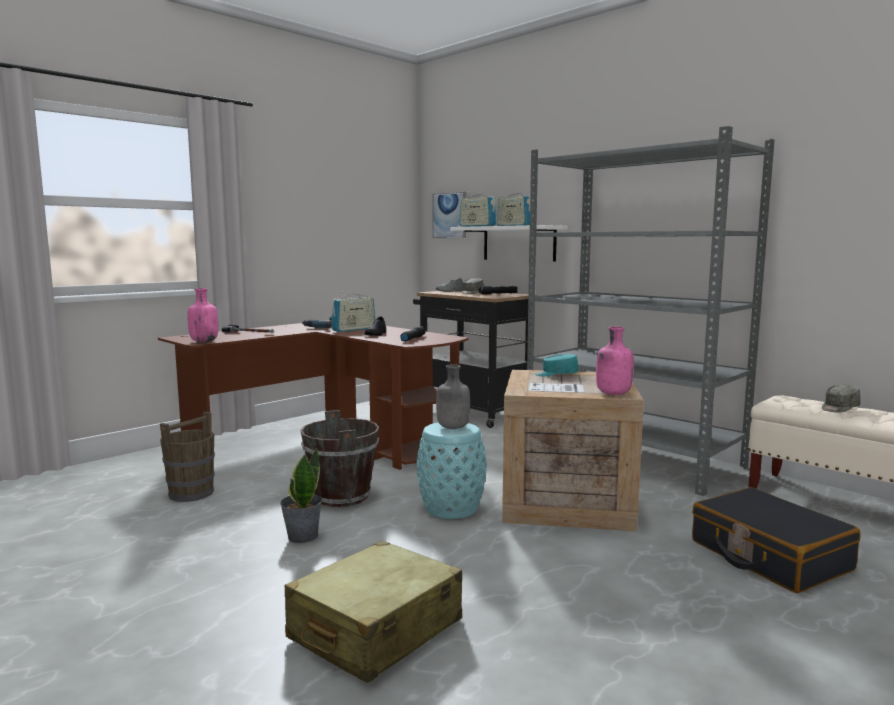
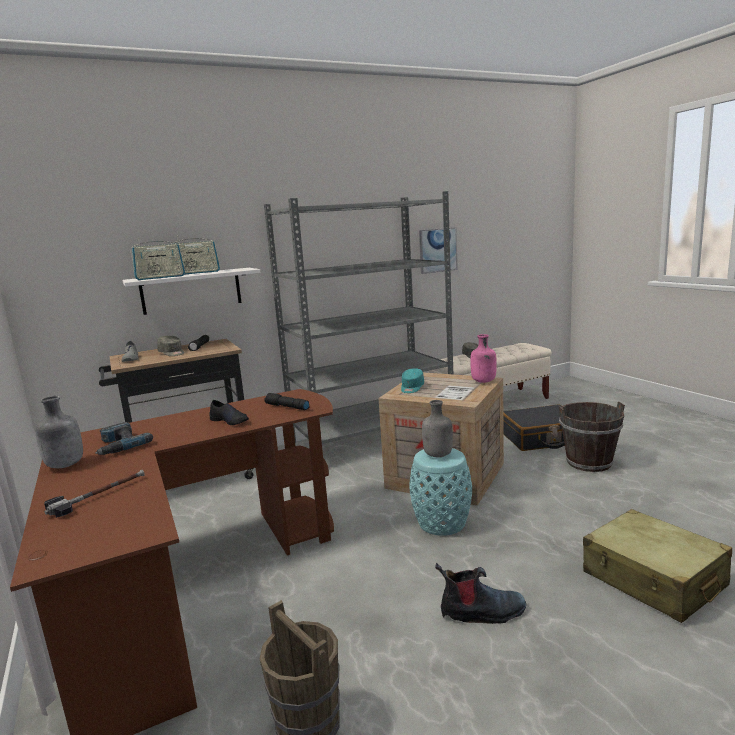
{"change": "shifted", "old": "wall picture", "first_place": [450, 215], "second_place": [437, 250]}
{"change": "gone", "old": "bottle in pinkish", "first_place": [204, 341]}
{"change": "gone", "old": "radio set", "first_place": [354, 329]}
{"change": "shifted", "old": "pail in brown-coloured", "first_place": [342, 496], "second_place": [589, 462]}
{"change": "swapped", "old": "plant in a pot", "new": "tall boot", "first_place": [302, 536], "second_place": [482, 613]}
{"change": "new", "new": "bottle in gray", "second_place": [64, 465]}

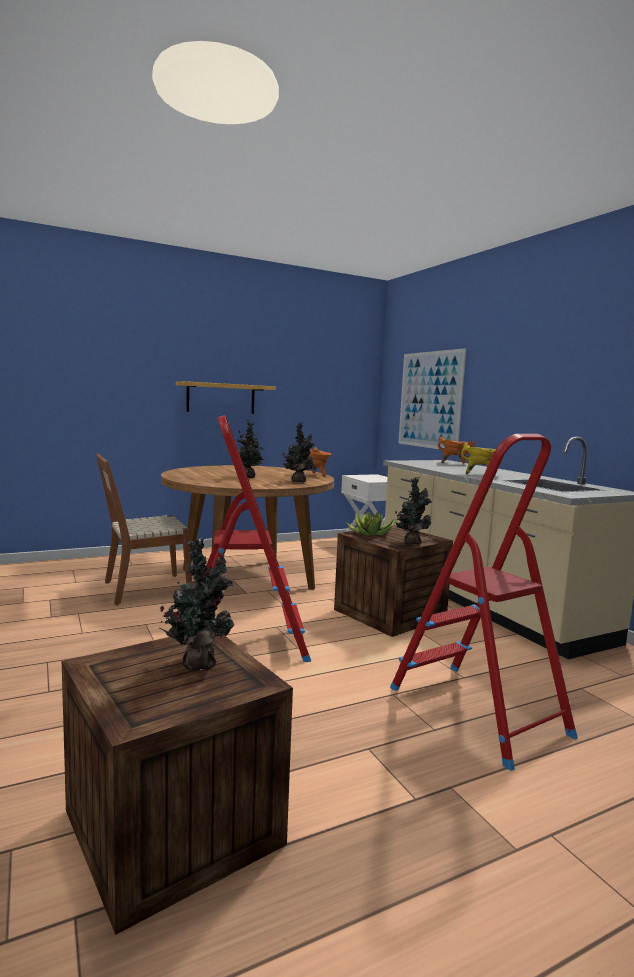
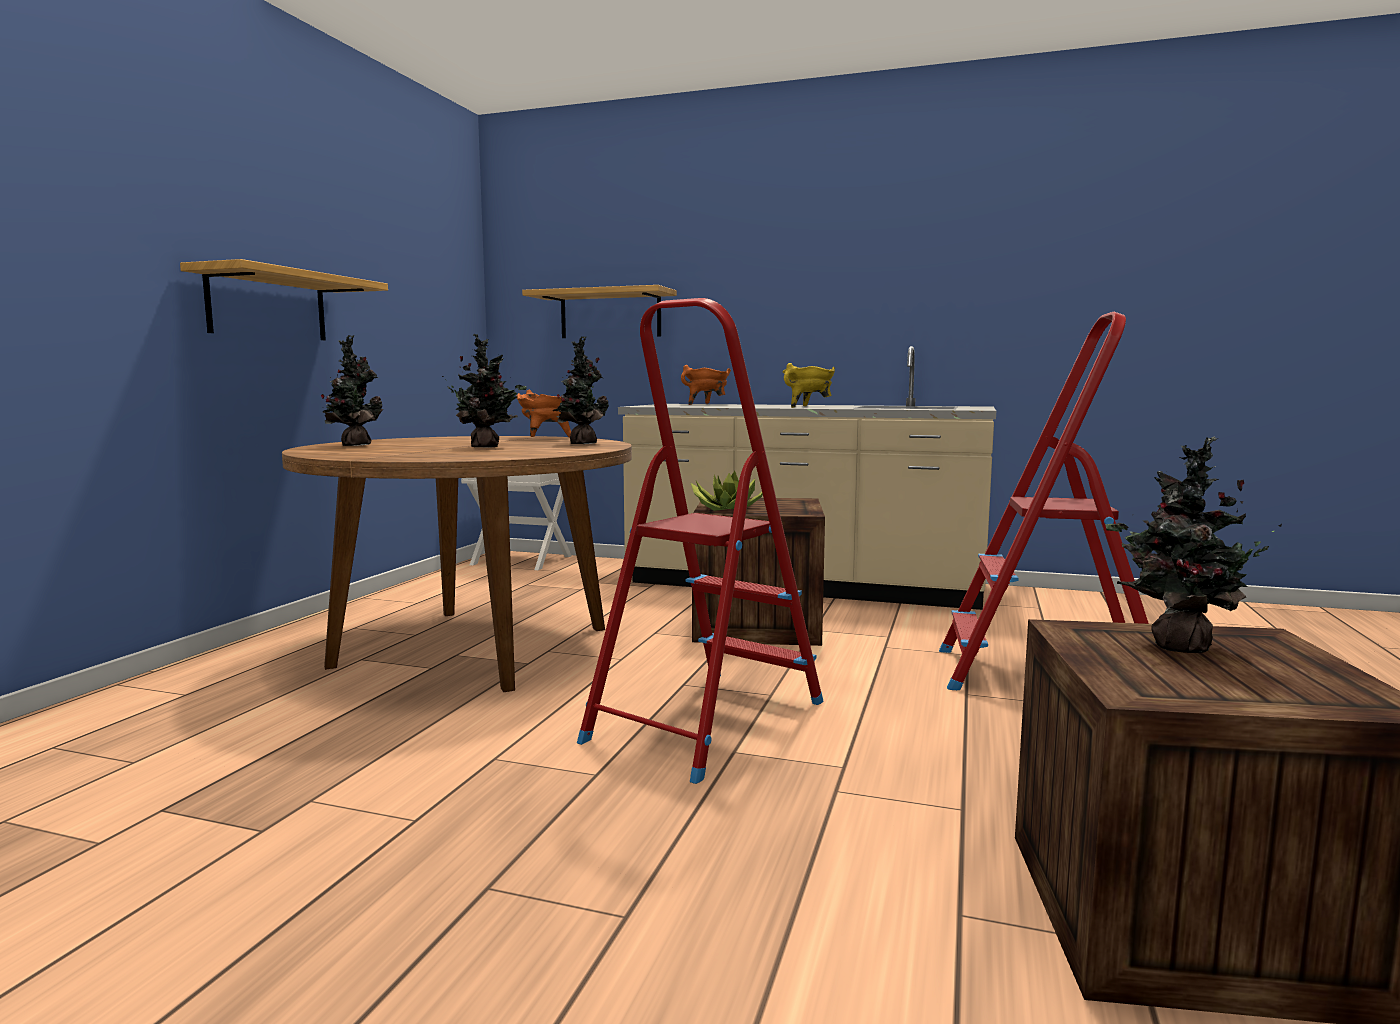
{"change": "swapped", "old": "wall picture", "new": "shelf", "first_place": [429, 400], "second_place": [610, 315]}
{"change": "gone", "old": "plain chair", "first_place": [142, 589]}
{"change": "shifted", "old": "plant in a pot", "first_place": [411, 542], "second_place": [354, 445]}

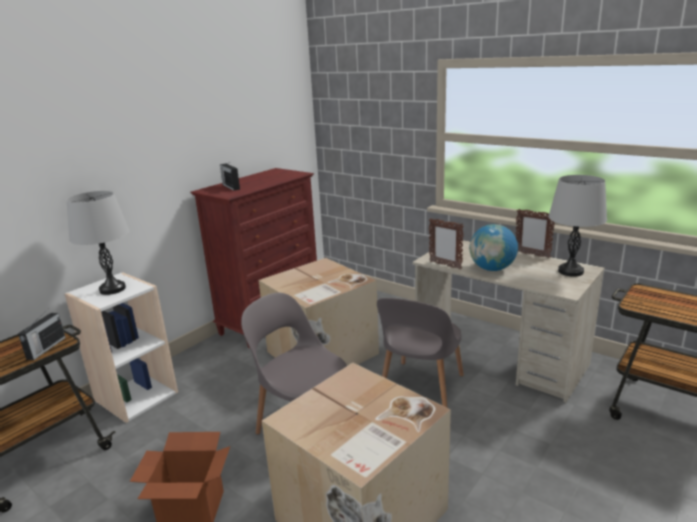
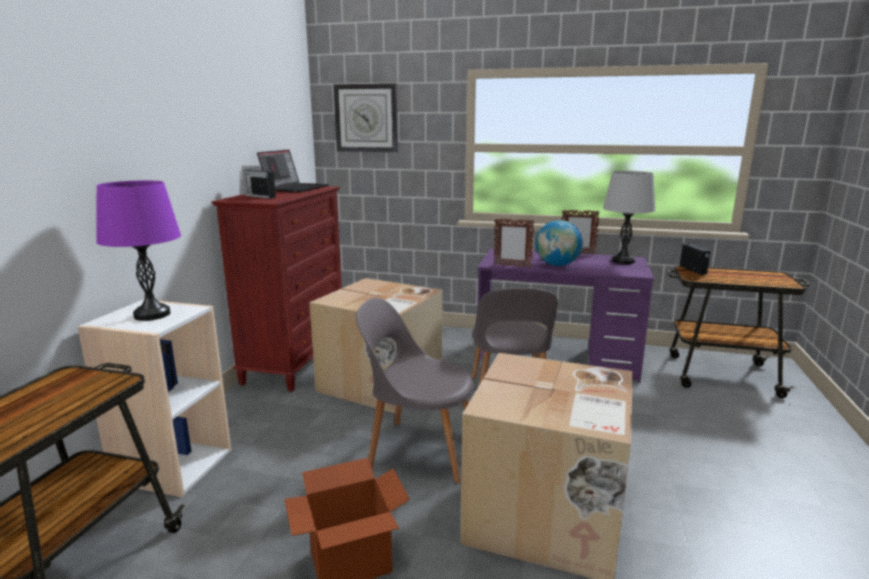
{"change": "repainted", "old": "lamp for a table in gray", "new": "lamp for a table in purple", "first_place": [112, 289], "second_place": [152, 315]}
{"change": "repainted", "old": "desk table in sand-coloured", "new": "desk table in purple", "first_place": [499, 358], "second_place": [557, 359]}
{"change": "shifted", "old": "radio set", "first_place": [45, 348], "second_place": [693, 270]}
{"change": "new", "new": "wall clock", "second_place": [366, 118]}
{"change": "new", "new": "portable computer", "second_place": [295, 188]}

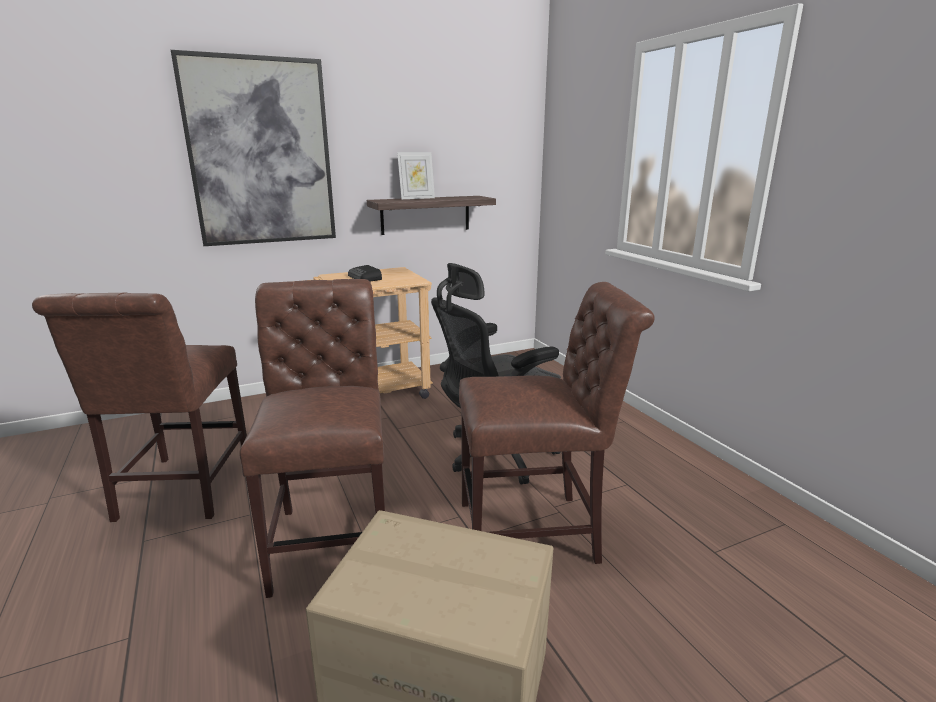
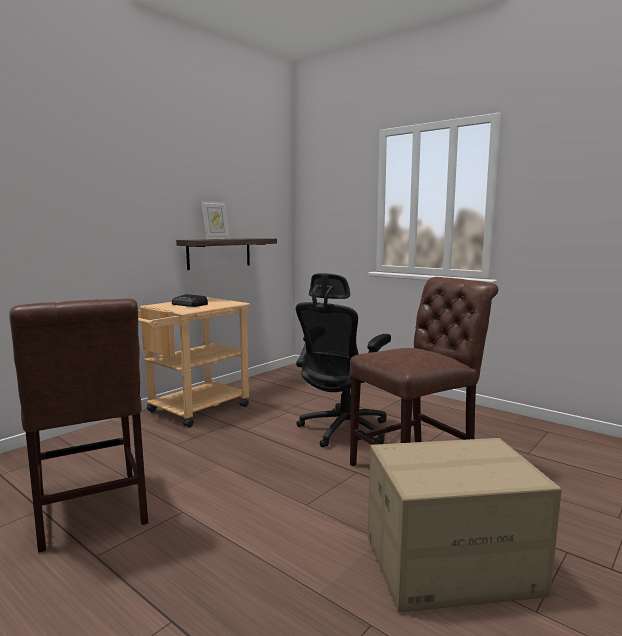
{"change": "gone", "old": "wall picture", "first_place": [261, 153]}
{"change": "gone", "old": "plain chair in brown-coloured", "first_place": [334, 537]}

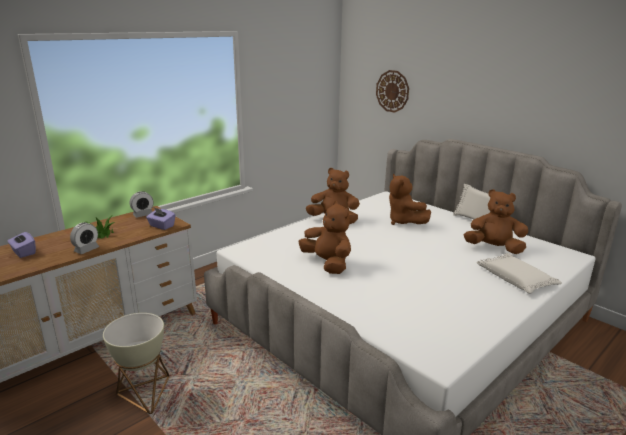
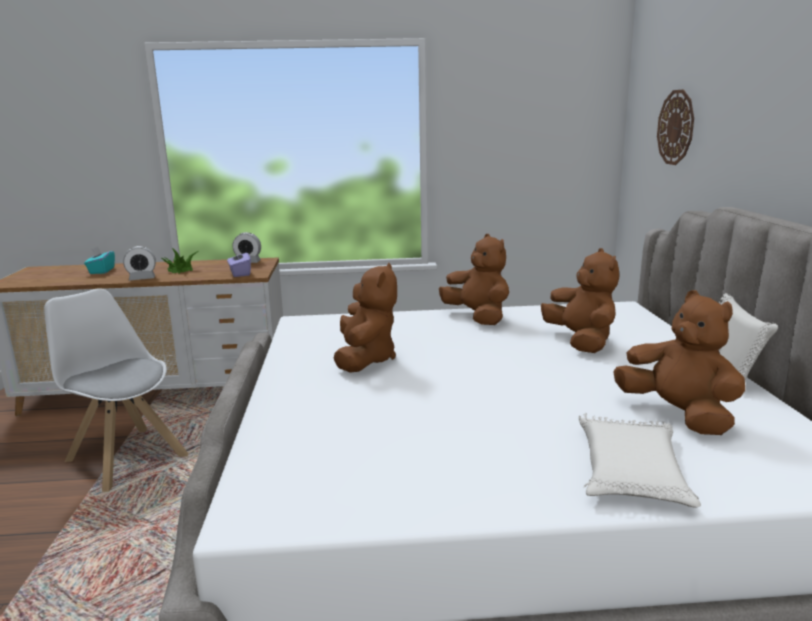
{"change": "rotated", "old": "cuddly toy in brown-coloured", "first_place": [404, 222], "second_place": [581, 342], "degrees": 150}
{"change": "repainted", "old": "box of tissues in purple", "new": "box of tissues in turquoise", "first_place": [23, 252], "second_place": [101, 271]}
{"change": "swapped", "old": "planter", "new": "plain chair", "first_place": [144, 394], "second_place": [125, 456]}

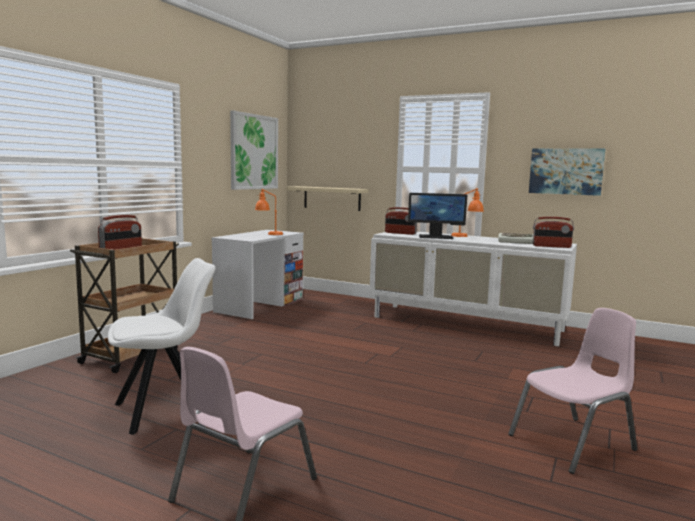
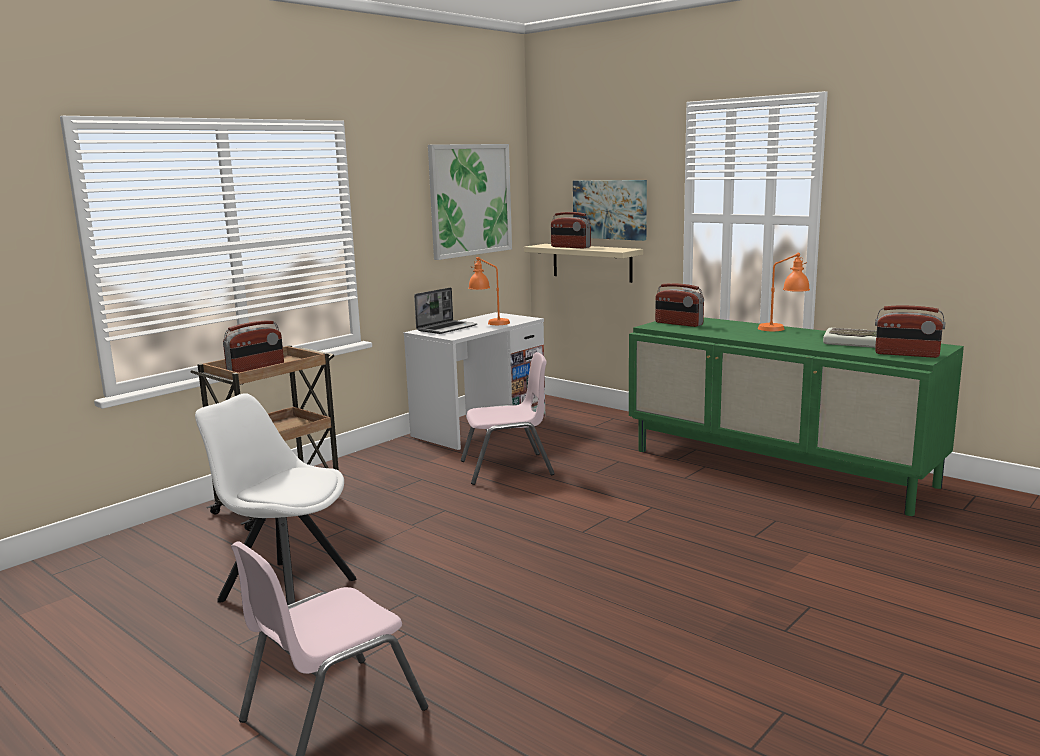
{"change": "shifted", "old": "wall picture", "first_place": [566, 171], "second_place": [610, 209]}
{"change": "gone", "old": "computer display", "first_place": [436, 237]}
{"change": "repainted", "old": "cabinet in whitish", "new": "cabinet in greenish", "first_place": [466, 324], "second_place": [777, 469]}
{"change": "rotated", "old": "plain chair in whitish", "first_place": [164, 410], "second_place": [286, 590], "degrees": -135}
{"change": "shifted", "old": "plain chair in pinkish", "first_place": [573, 443], "second_place": [507, 468]}
{"change": "new", "new": "radio set", "second_place": [570, 247]}
{"change": "new", "new": "portable computer", "second_place": [447, 328]}

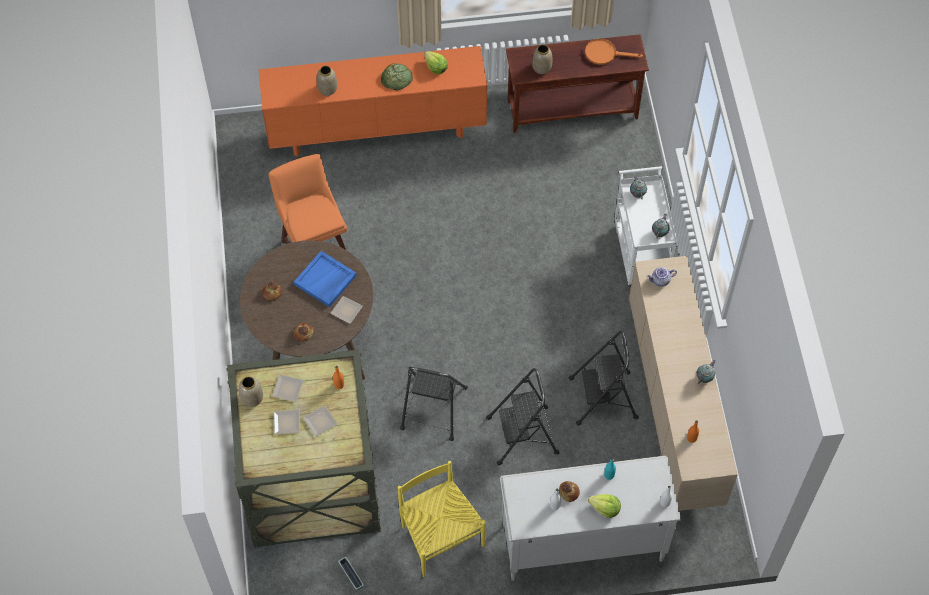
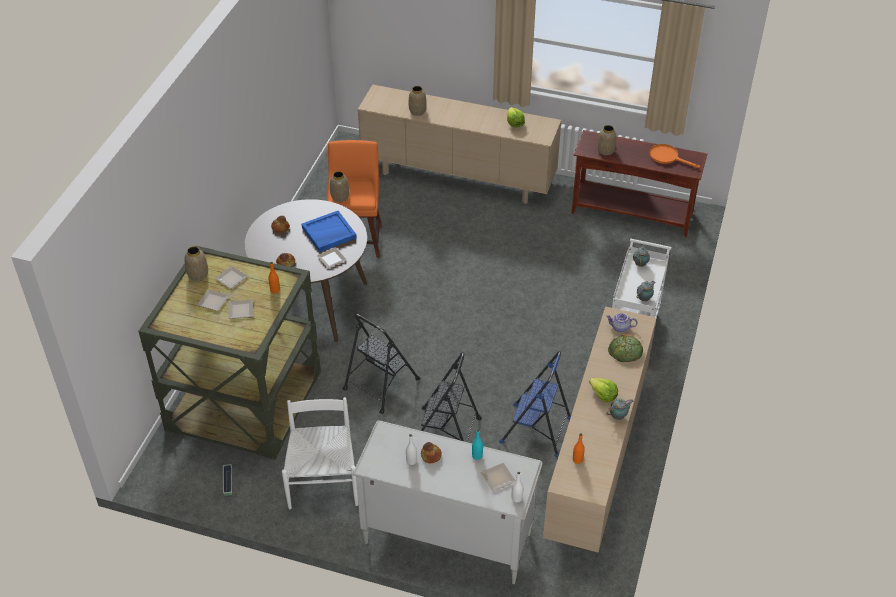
{"change": "repainted", "old": "cabinet in orangey", "new": "cabinet in sand-coloured", "first_place": [377, 130], "second_place": [459, 178]}
{"change": "shifted", "old": "baked bread", "first_place": [397, 78], "second_place": [625, 351]}
{"change": "repainted", "old": "stepladder in black", "new": "stepladder in blue", "first_place": [605, 397], "second_place": [538, 430]}
{"change": "repainted", "old": "plain chair in yellow", "new": "plain chair in whitish", "first_place": [440, 537], "second_place": [323, 483]}
{"change": "shifted", "old": "head of lettuce", "first_place": [605, 509], "second_place": [603, 395]}
{"change": "new", "new": "vase", "second_place": [339, 197]}
{"change": "new", "new": "dinner plate", "second_place": [497, 479]}

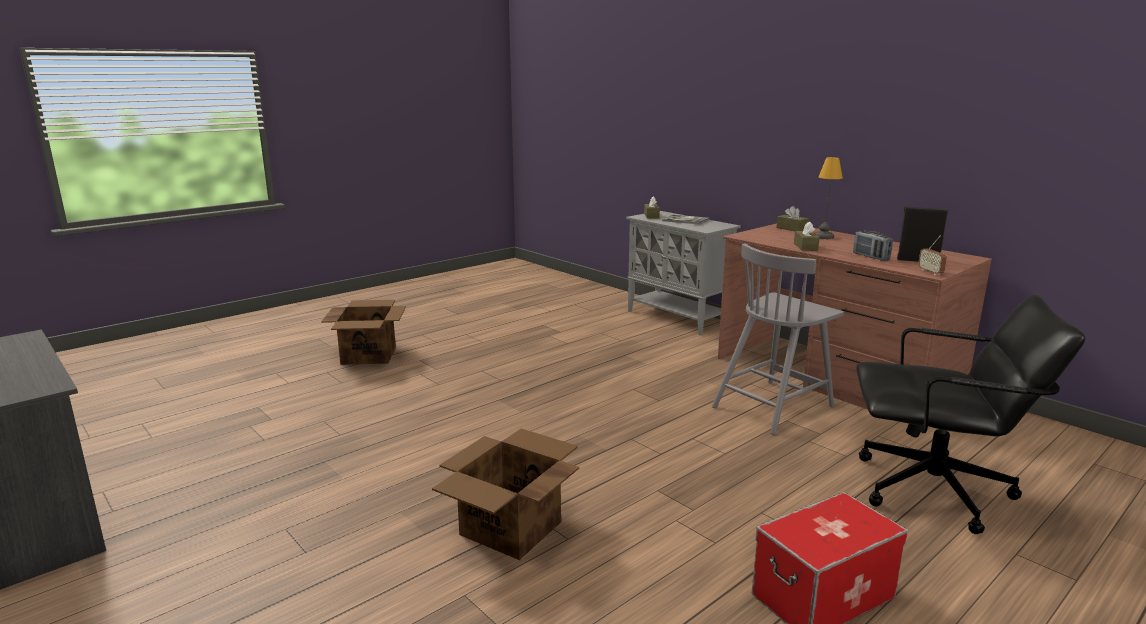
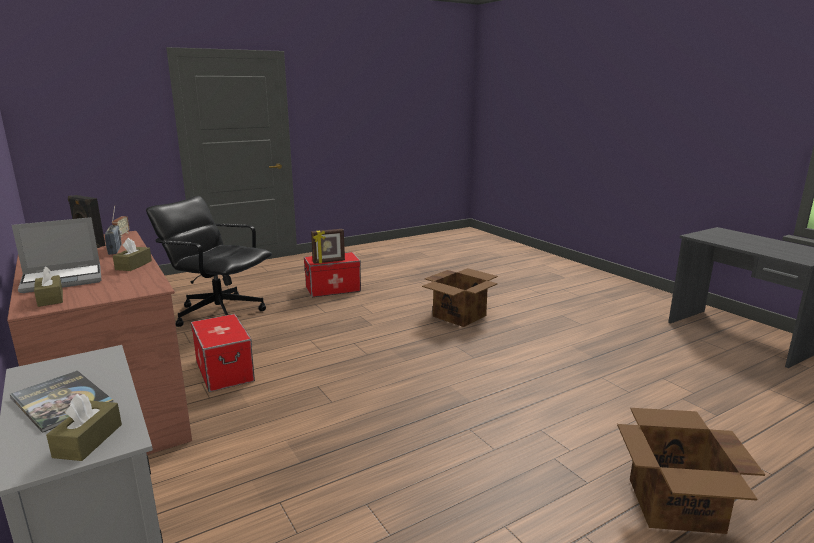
{"change": "swapped", "old": "lamp for a table", "new": "portable computer", "first_place": [824, 237], "second_place": [63, 279]}
{"change": "swapped", "old": "plain chair in gray", "new": "storage box", "first_place": [773, 406], "second_place": [225, 371]}
{"change": "new", "new": "photo frame", "second_place": [329, 261]}

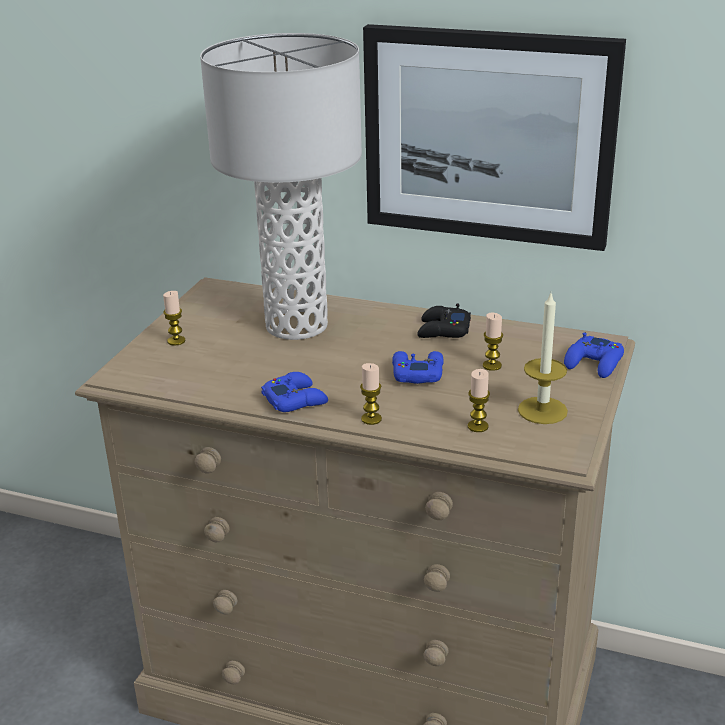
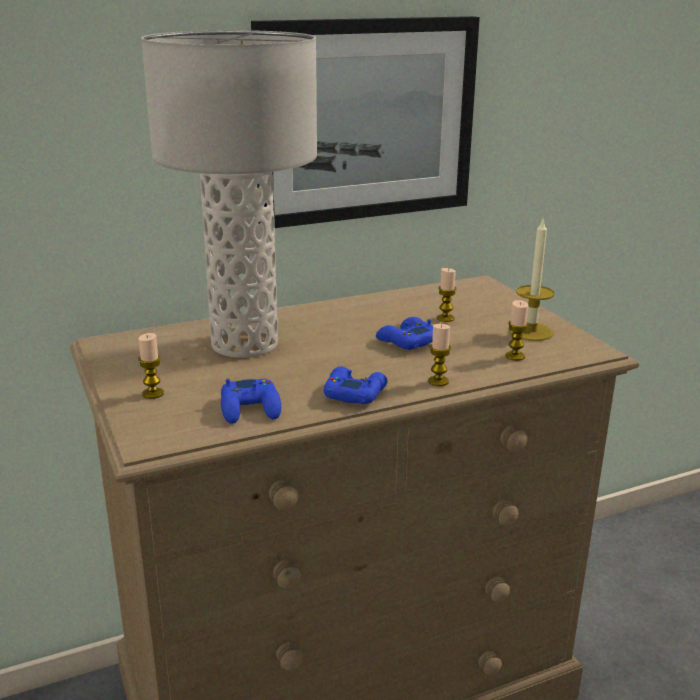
{"change": "gone", "old": "game controller in black", "first_place": [443, 330]}
{"change": "shifted", "old": "game controller in blue", "first_place": [594, 363], "second_place": [251, 408]}

